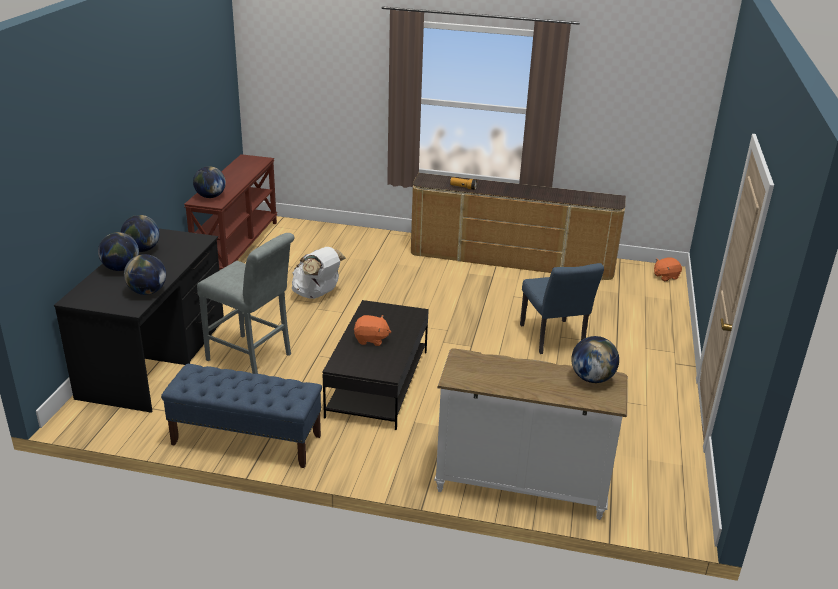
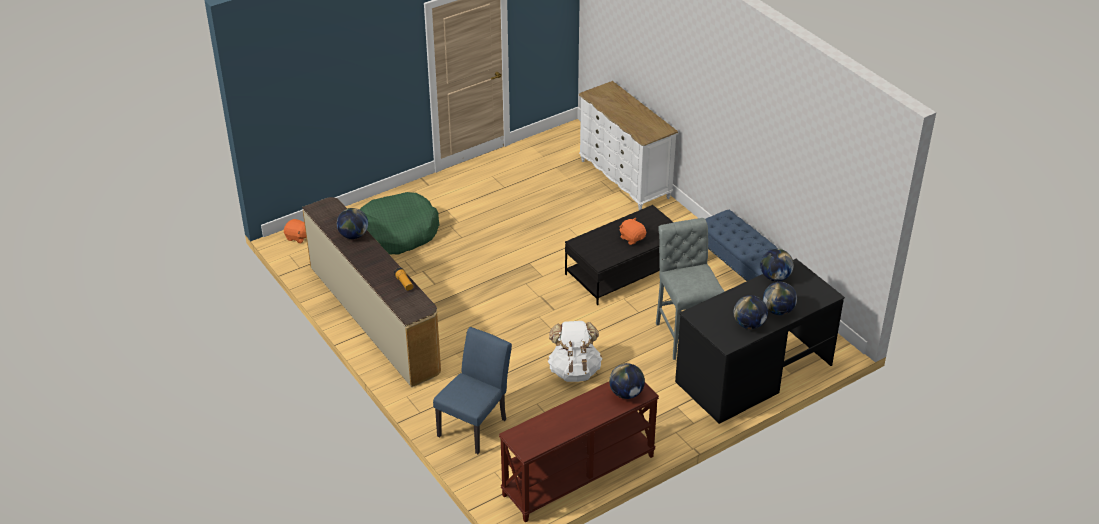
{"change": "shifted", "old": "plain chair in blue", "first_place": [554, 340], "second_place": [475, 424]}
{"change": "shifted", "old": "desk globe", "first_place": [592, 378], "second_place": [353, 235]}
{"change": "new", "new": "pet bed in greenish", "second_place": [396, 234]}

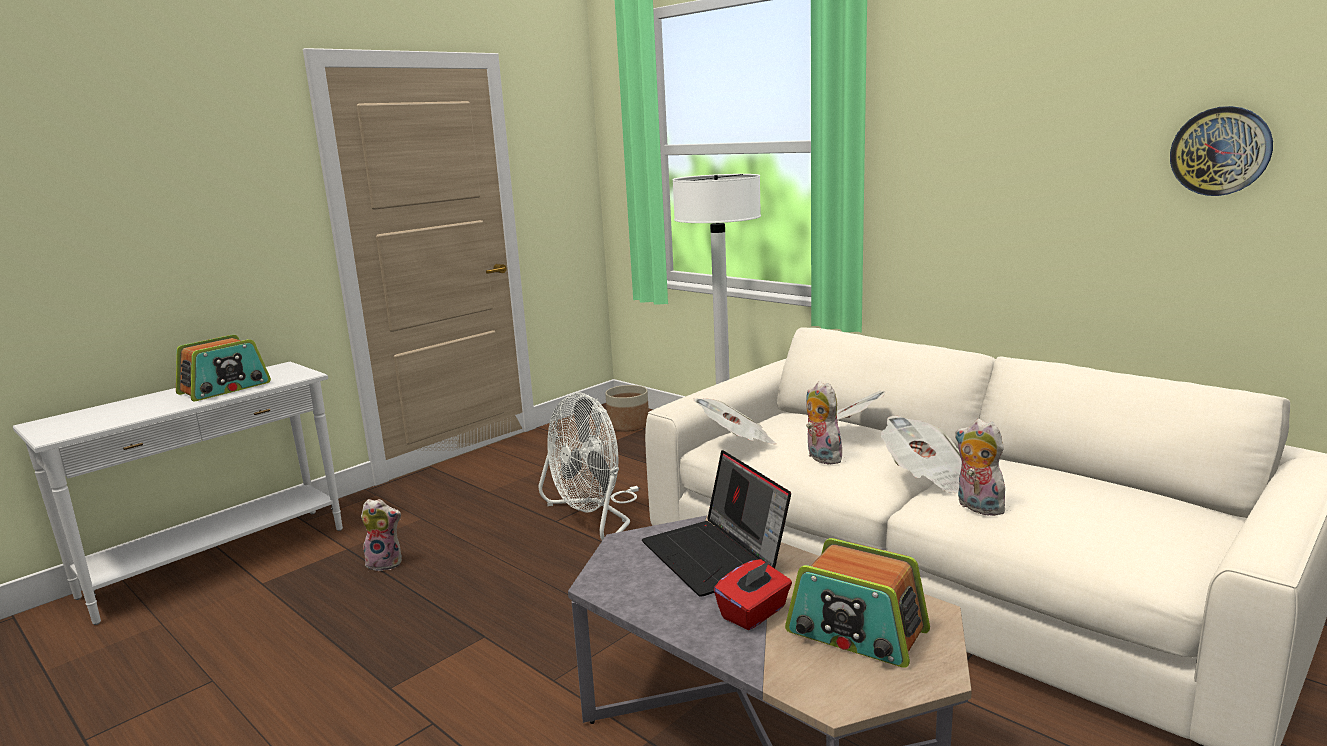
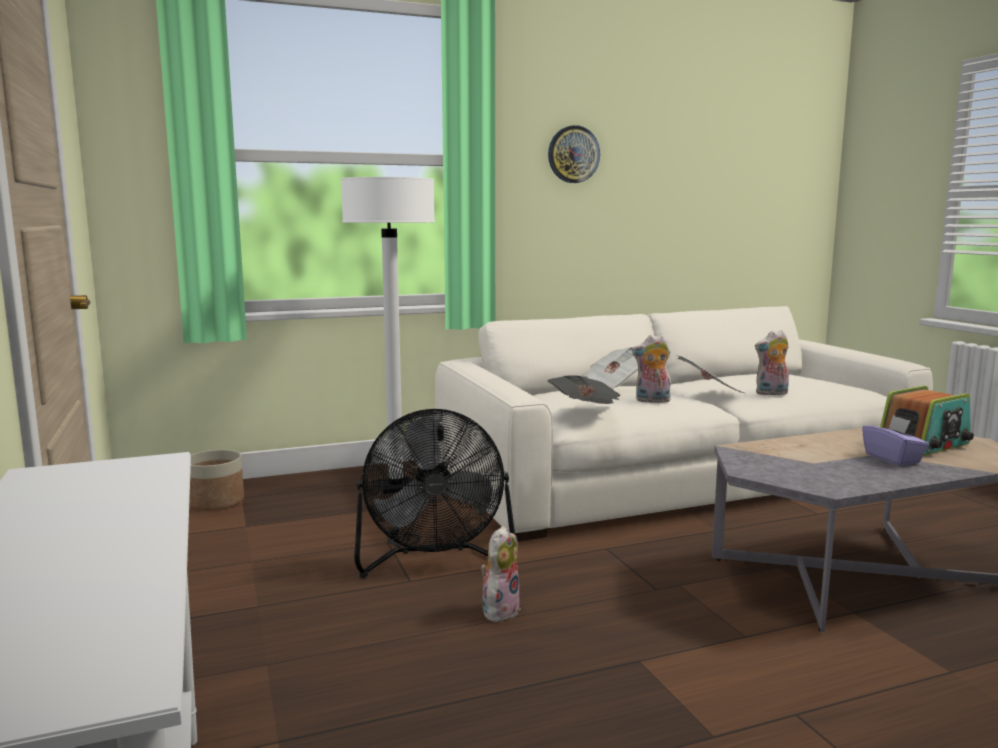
{"change": "shifted", "old": "wall clock", "first_place": [1220, 151], "second_place": [573, 154]}
{"change": "gone", "old": "radio set", "first_place": [225, 388]}
{"change": "repainted", "old": "cooling fan in whitish", "new": "cooling fan in black", "first_place": [596, 516], "second_place": [429, 559]}
{"change": "gone", "old": "portable computer", "first_place": [716, 556]}
{"change": "shifted", "old": "cuddly toy", "first_place": [386, 563], "second_place": [499, 610]}
{"change": "repainted", "old": "box of tissues in reddish", "new": "box of tissues in purple", "first_place": [754, 613], "second_place": [892, 458]}

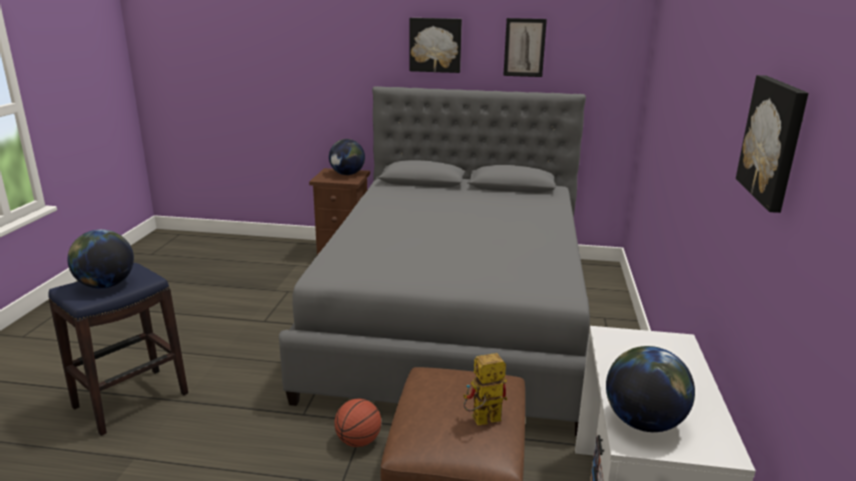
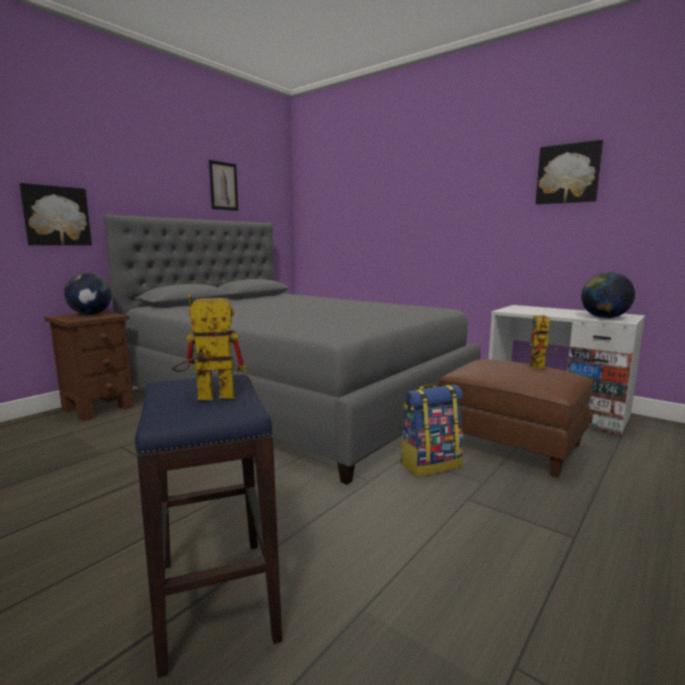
{"change": "shifted", "old": "wall picture", "first_place": [435, 45], "second_place": [56, 216]}
{"change": "swapped", "old": "desk globe", "new": "robot figure", "first_place": [106, 285], "second_place": [207, 397]}
{"change": "swapped", "old": "ball for basketball", "new": "backpack", "first_place": [358, 441], "second_place": [430, 464]}

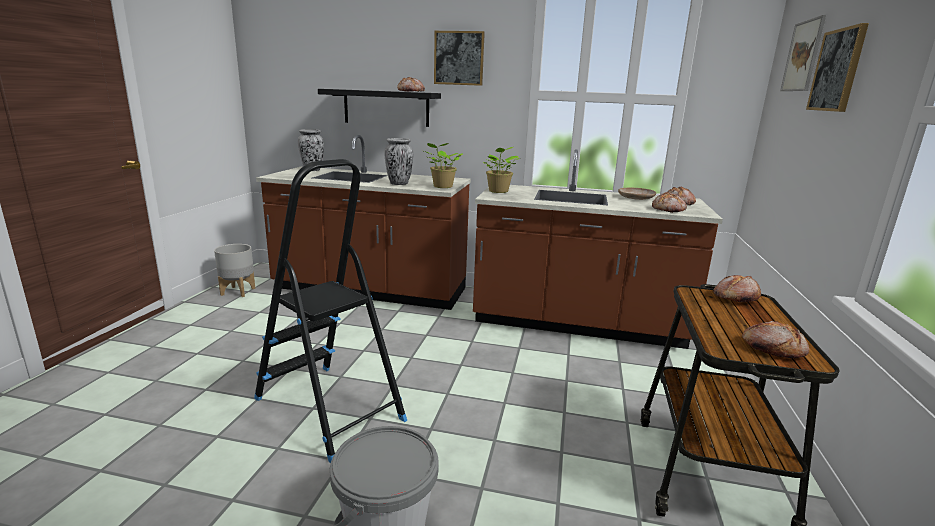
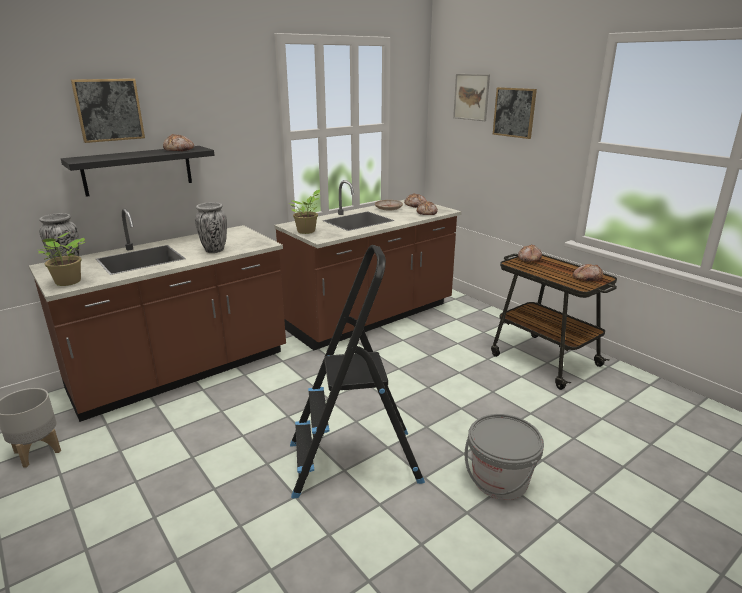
{"change": "shifted", "old": "wall picture", "first_place": [459, 58], "second_place": [109, 110]}
{"change": "shifted", "old": "plant in a pot", "first_place": [442, 187], "second_place": [68, 282]}

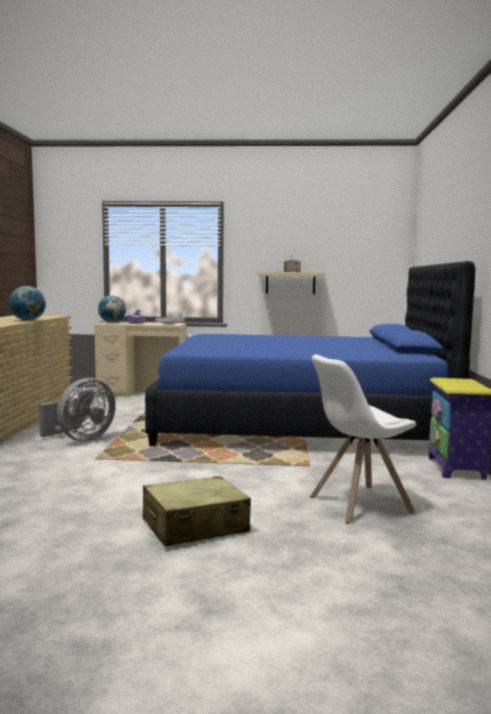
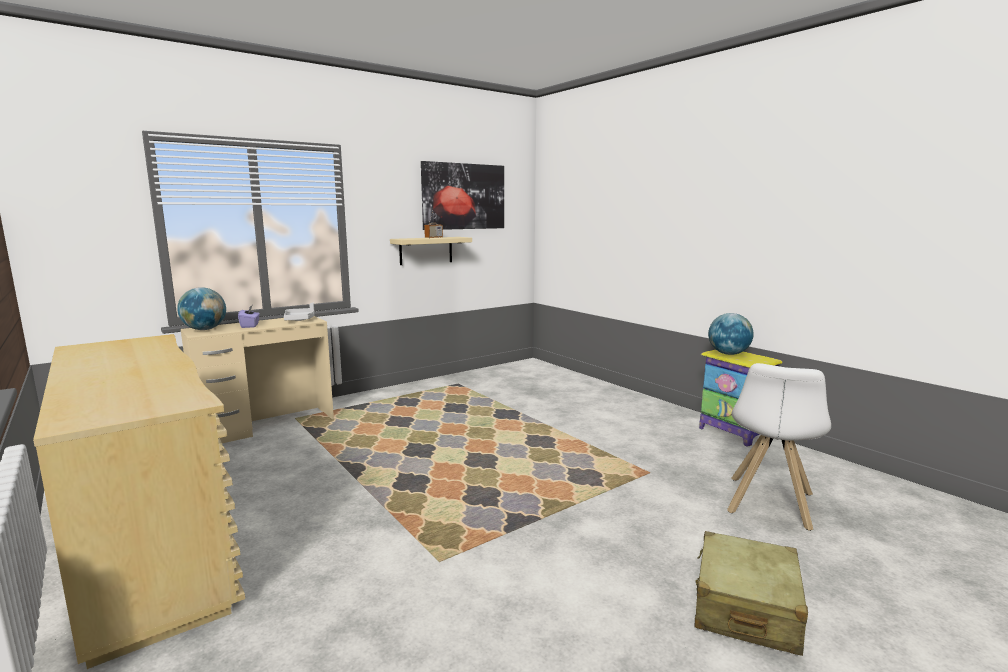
{"change": "gone", "old": "sleeping bed in blue", "first_place": [299, 424]}
{"change": "shifted", "old": "desk globe", "first_place": [28, 320], "second_place": [728, 354]}
{"change": "gone", "old": "cooling fan in gray", "first_place": [80, 439]}
{"change": "new", "new": "wall picture", "second_place": [463, 196]}

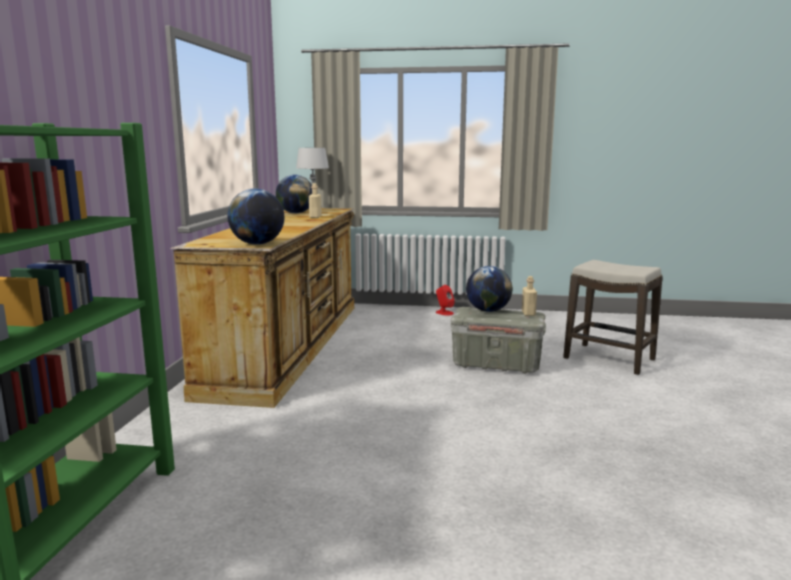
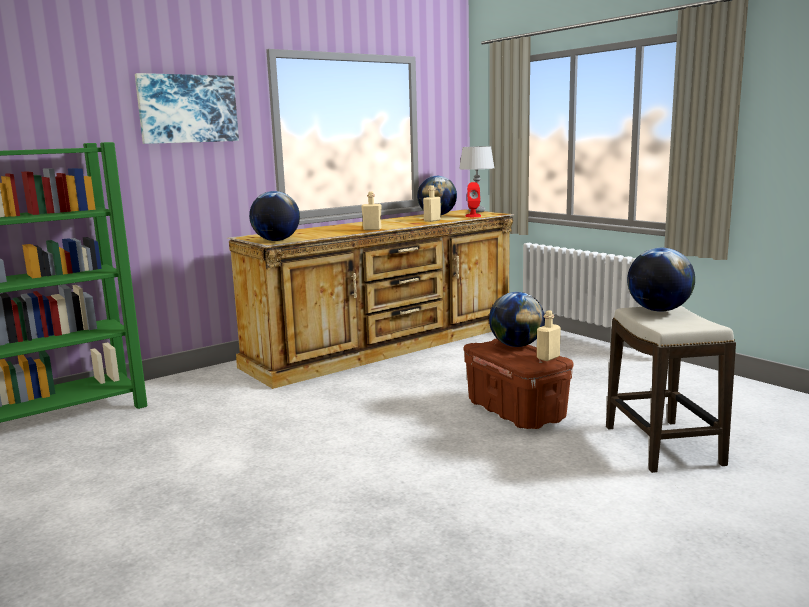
{"change": "shifted", "old": "audio speaker in reddish", "first_place": [444, 313], "second_place": [473, 216]}
{"change": "repainted", "old": "storage box in gray", "new": "storage box in brown-coloured", "first_place": [495, 365], "second_place": [514, 411]}
{"change": "new", "new": "wall picture", "second_place": [188, 109]}
{"change": "new", "new": "bottle in sand-coloured", "second_place": [372, 229]}
{"change": "new", "new": "desk globe", "second_place": [658, 310]}

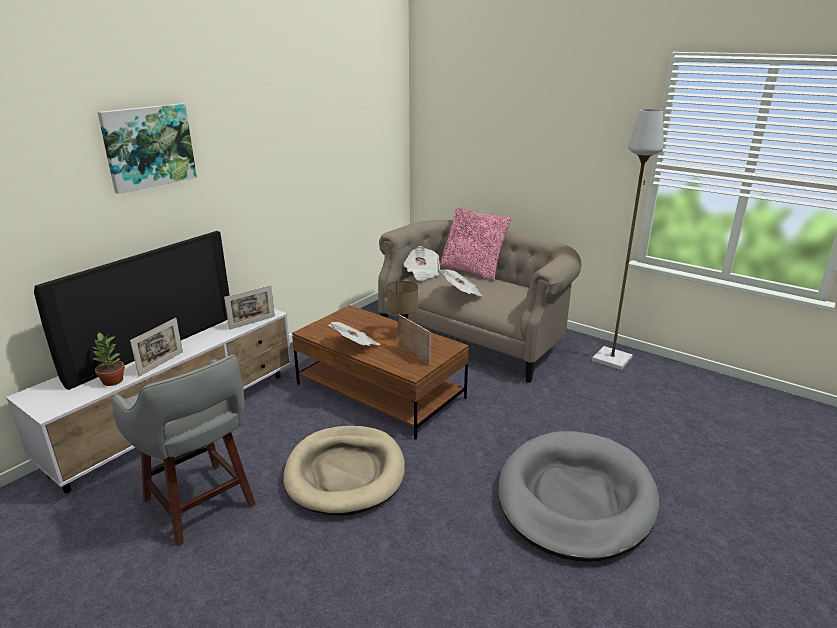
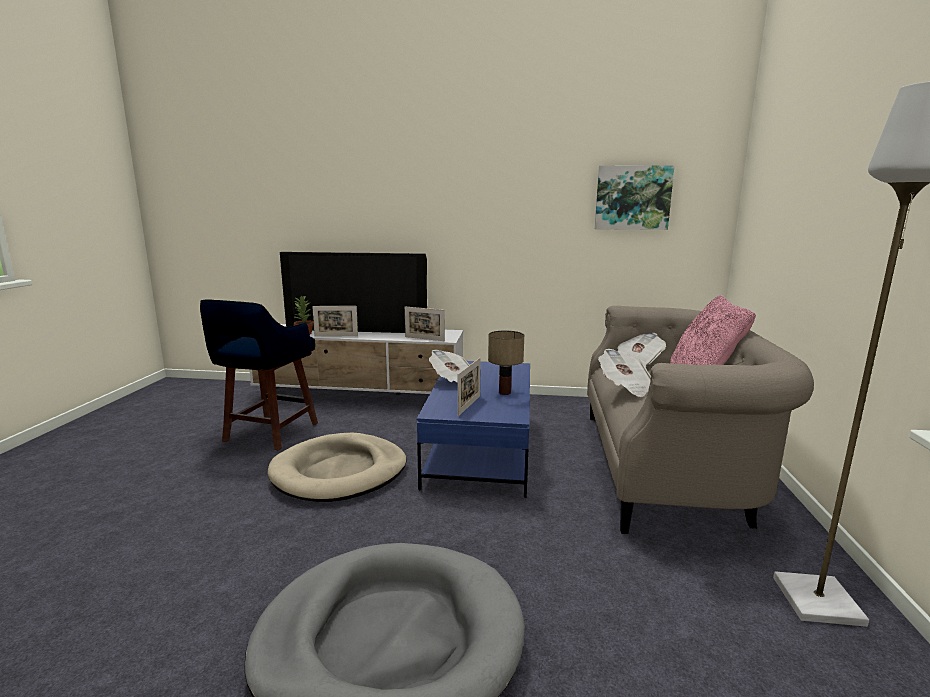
{"change": "shifted", "old": "wall picture", "first_place": [148, 146], "second_place": [632, 198]}
{"change": "repainted", "old": "coffee table in brown-coloured", "new": "coffee table in blue", "first_place": [380, 391], "second_place": [481, 449]}
{"change": "repainted", "old": "stool in gray", "new": "stool in blue", "first_place": [201, 505], "second_place": [268, 434]}

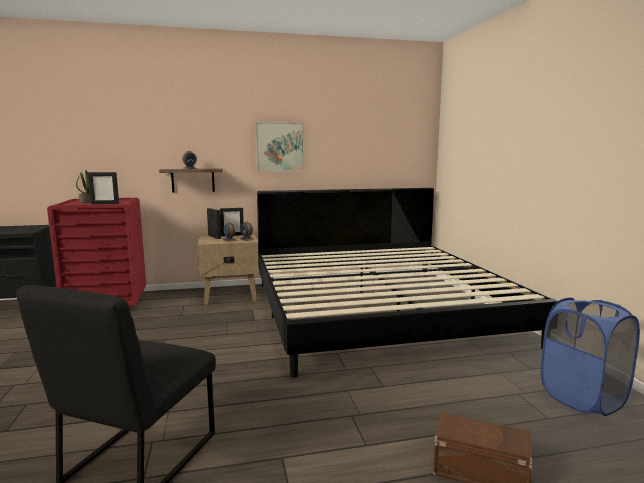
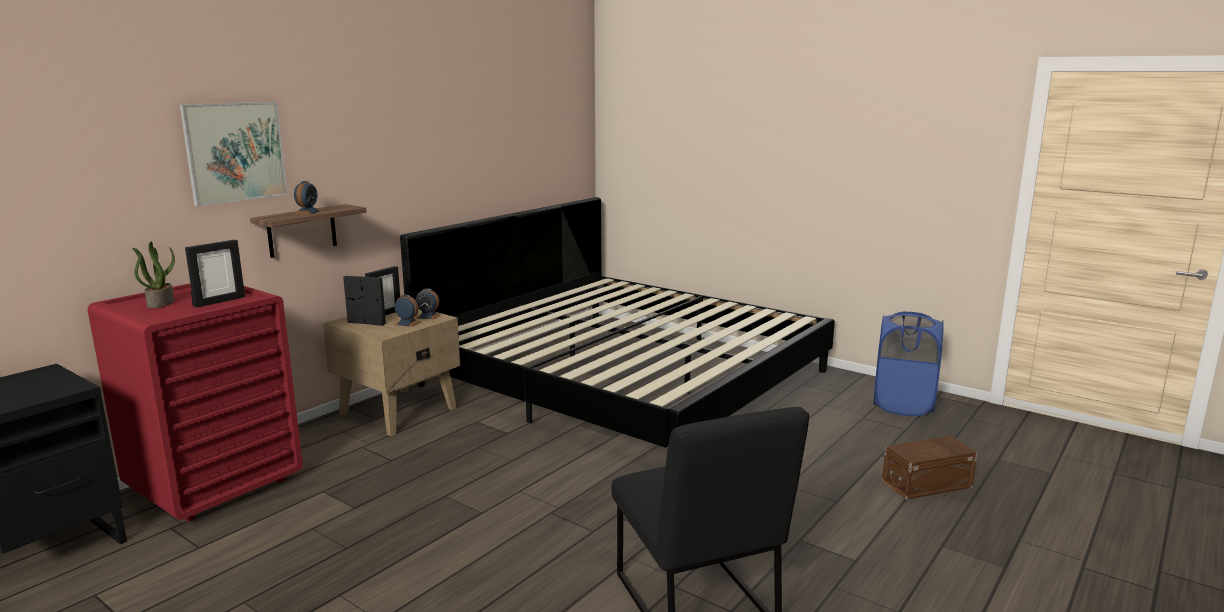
{"change": "shifted", "old": "wall picture", "first_place": [280, 147], "second_place": [235, 152]}

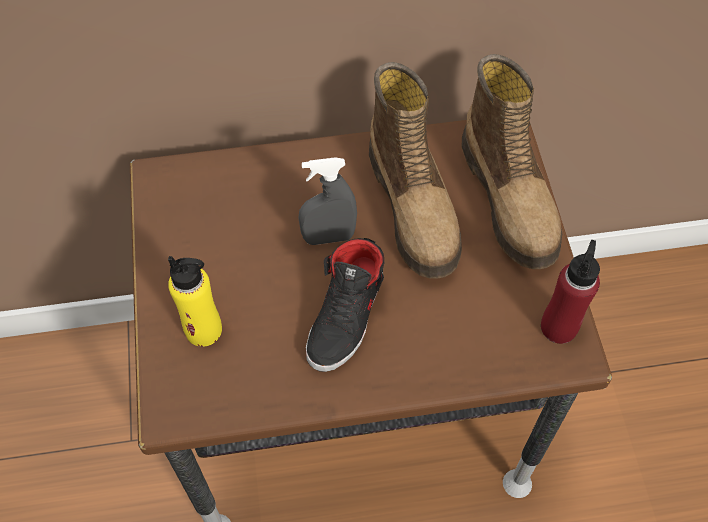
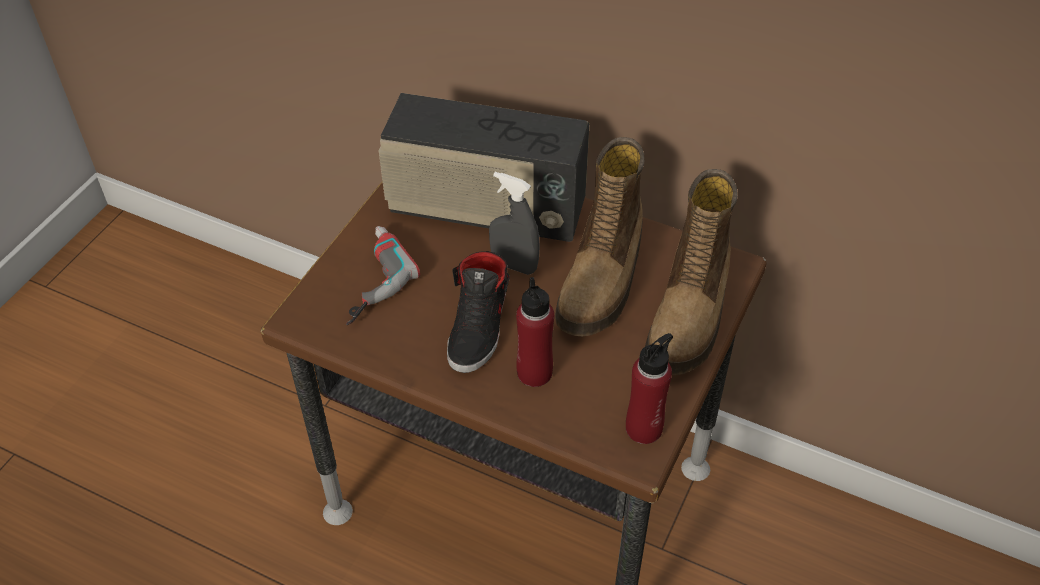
{"change": "rotated", "old": "item of footwear in black", "first_place": [347, 316], "second_place": [479, 327], "degrees": -45}
{"change": "swapped", "old": "bottle in yellow", "new": "power drill", "first_place": [204, 330], "second_place": [367, 279]}
{"change": "new", "new": "radio set", "second_place": [486, 211]}
{"change": "new", "new": "bottle in reddish", "second_place": [534, 372]}

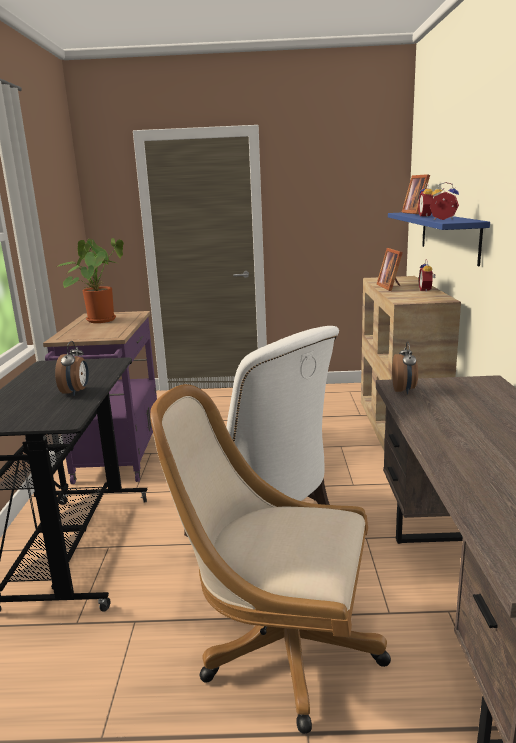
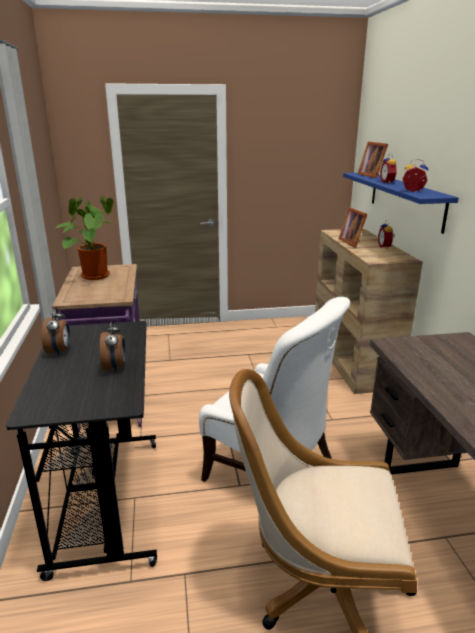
{"change": "shifted", "old": "alarm clock", "first_place": [404, 390], "second_place": [59, 351]}

